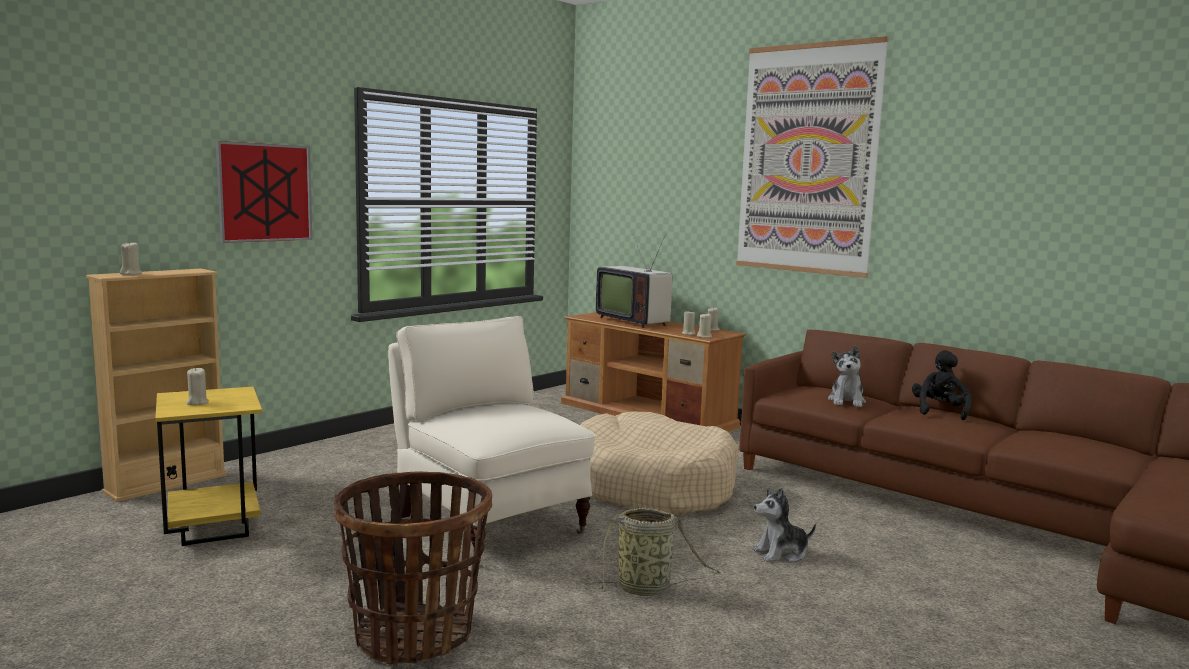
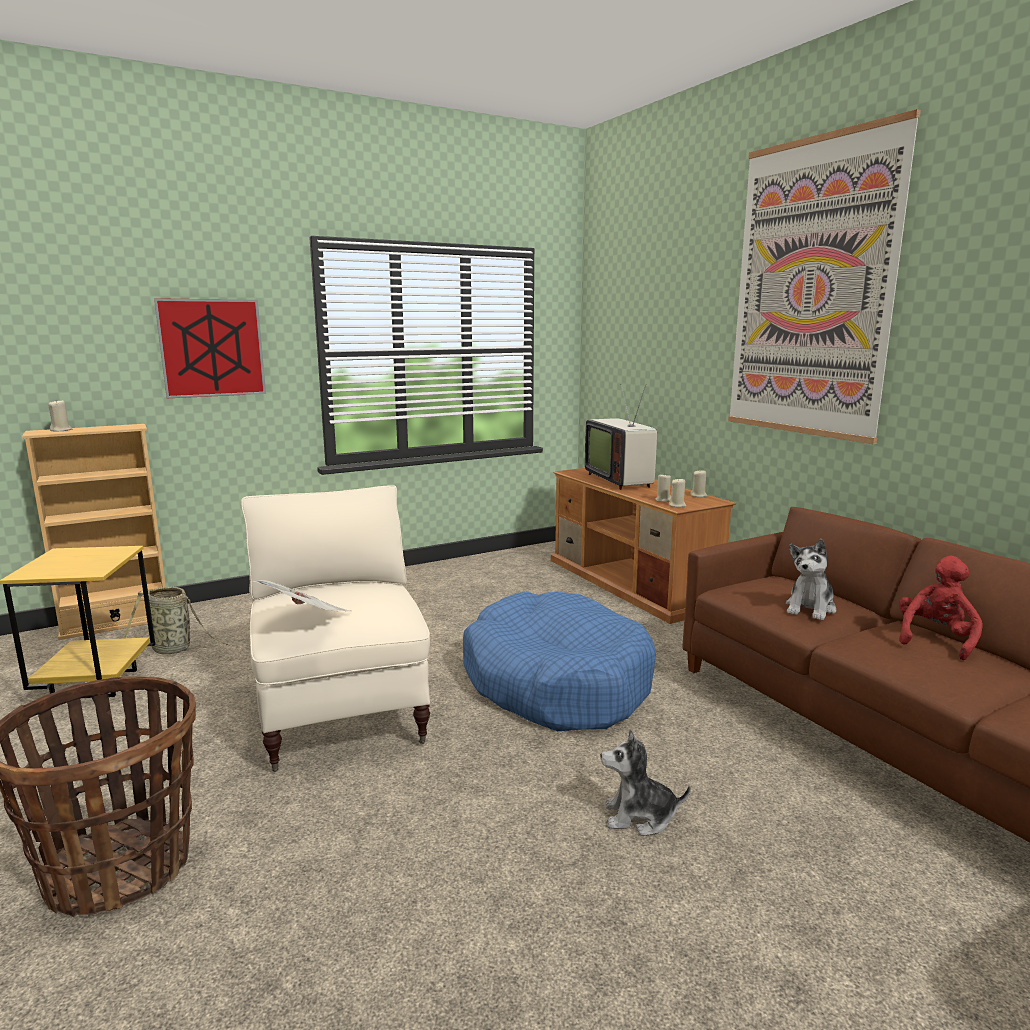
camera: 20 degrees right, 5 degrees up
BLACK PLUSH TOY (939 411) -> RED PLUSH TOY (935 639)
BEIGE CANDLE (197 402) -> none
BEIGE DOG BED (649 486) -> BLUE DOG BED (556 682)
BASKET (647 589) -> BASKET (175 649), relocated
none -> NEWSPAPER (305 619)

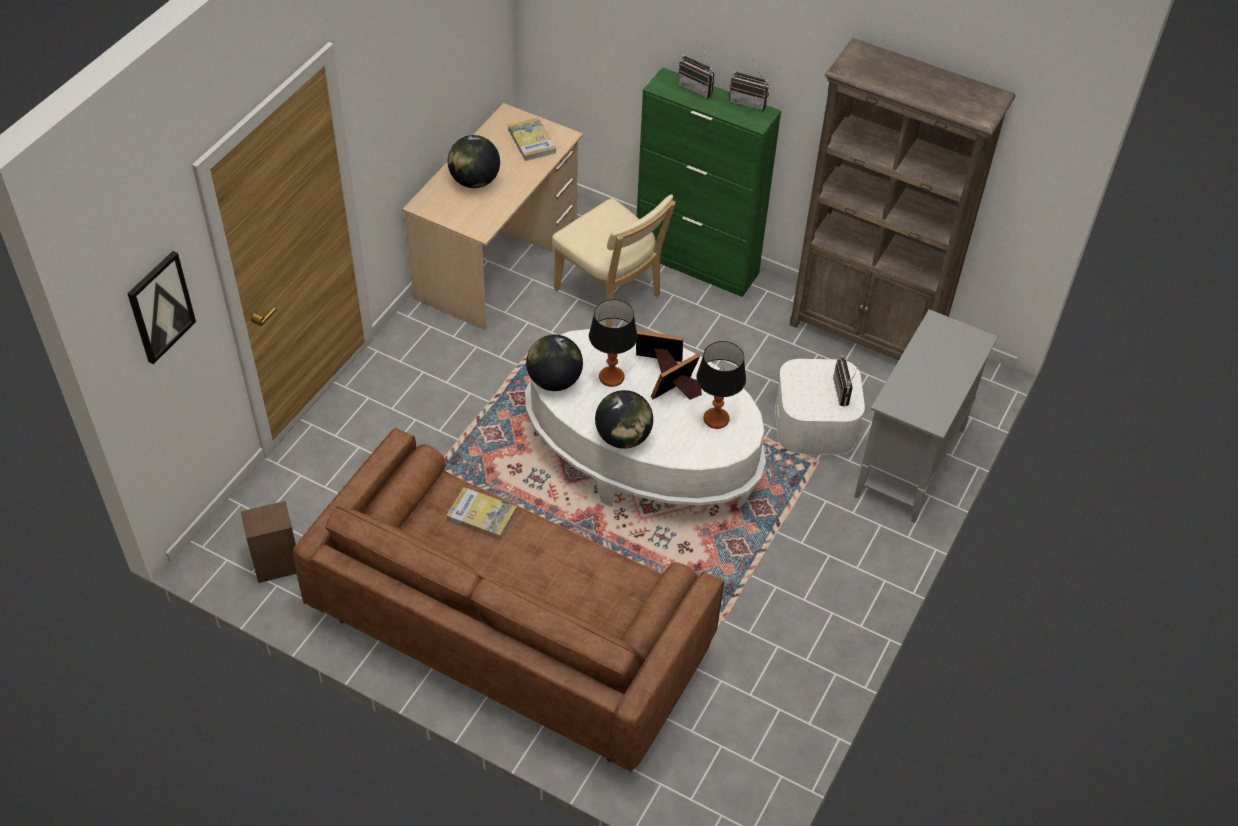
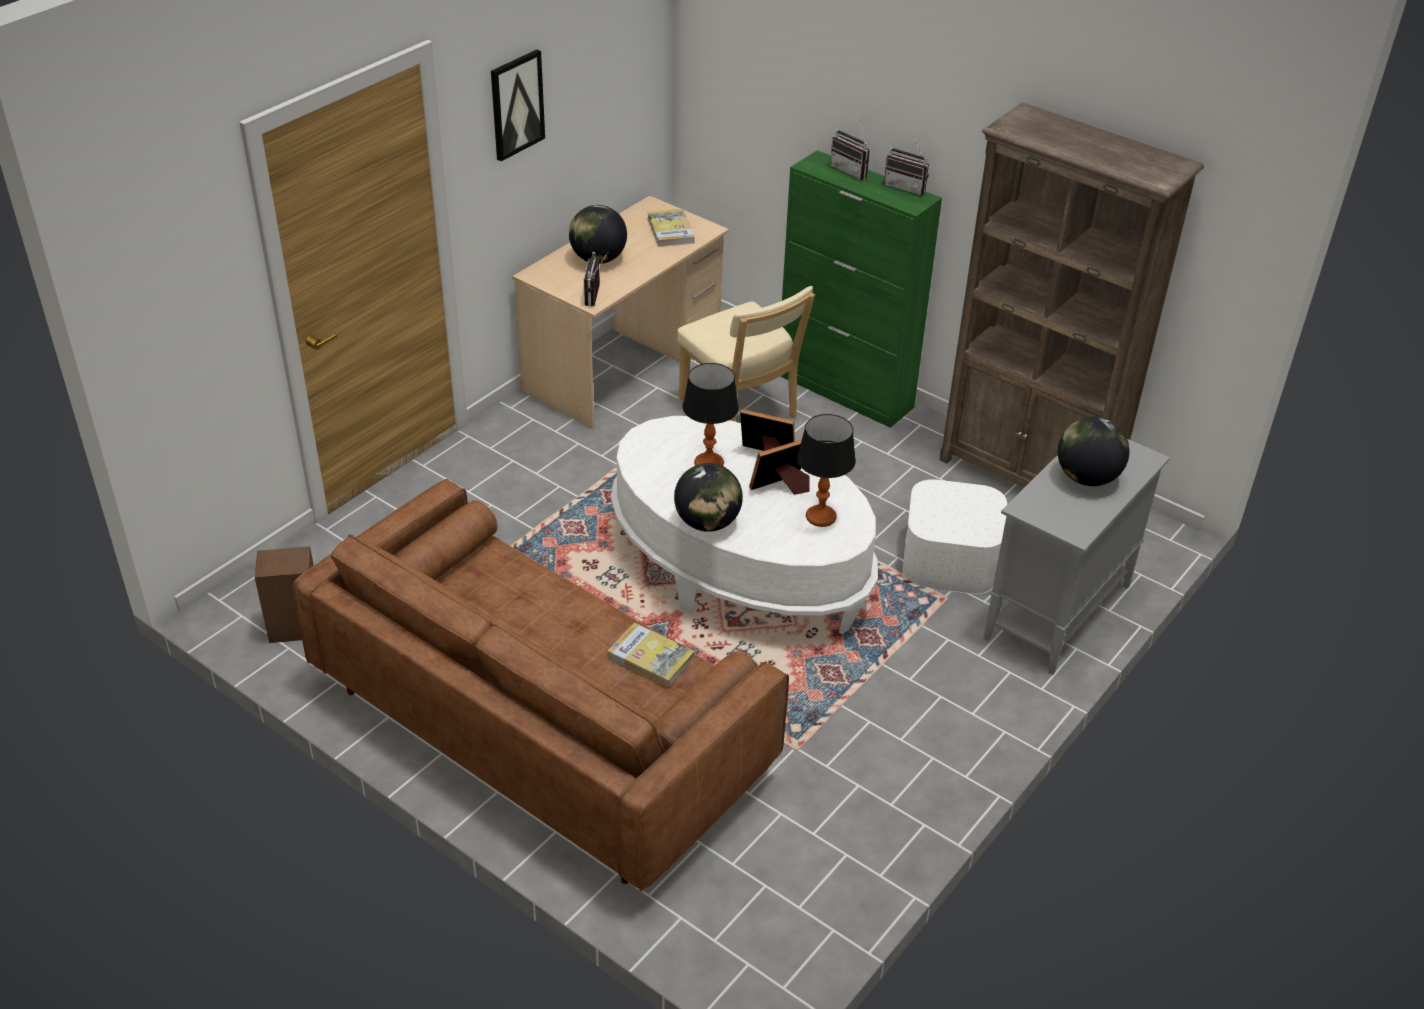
camera: 10 degrees right, 10 degrees down
PICTURE (160 307) -> PICTURE (516 104), relocated
GLOBE (554 381) -> GLOBE (1087 478), relocated
RADIO (845 392) -> RADIO (597 296), relocated
BOOK (481 515) -> BOOK (651 658), relocated

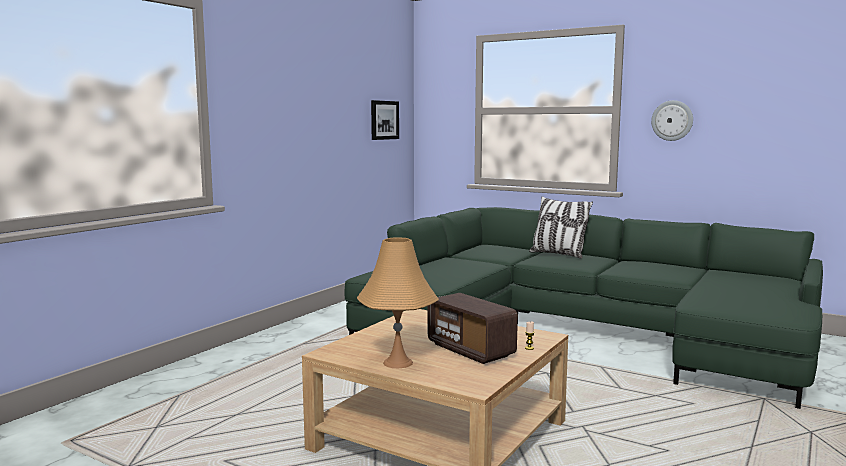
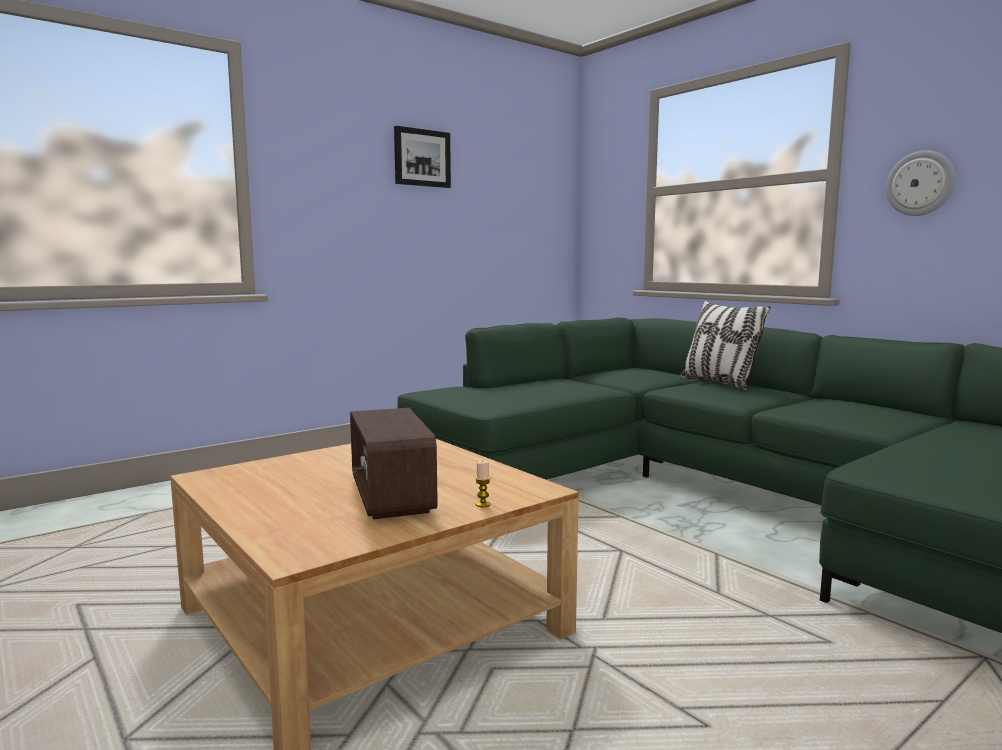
camera: 20 degrees right, 0 degrees up
PICTURE (384 120) -> PICTURE (422 158), relocated
ORANGE TABLE LAMP (397 362) -> none

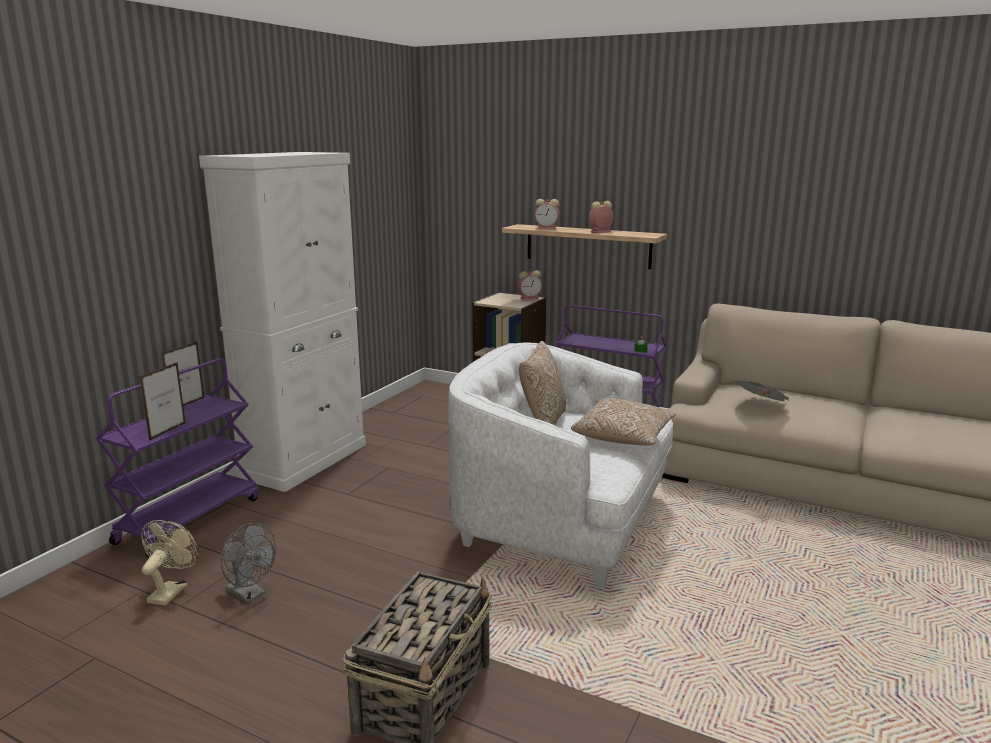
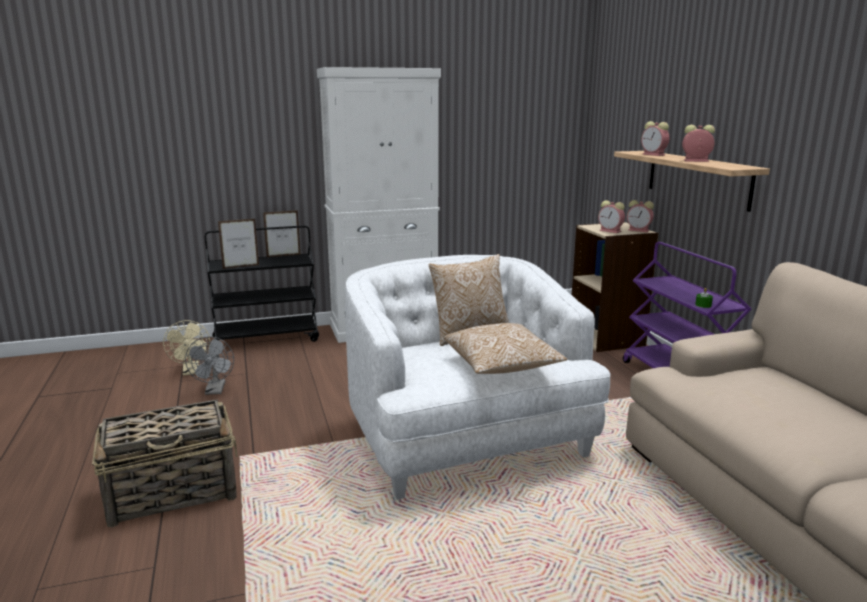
camera: 45 degrees right, 0 degrees up
PURPLE CART (189 519) -> BLACK CART (267 339)
NEWSPAPER (762 405) -> none
BEIGE FAN (171 591) -> BEIGE FAN (191 372), 105 degrees clockwise
none -> ALARM CLOCK (611 231)

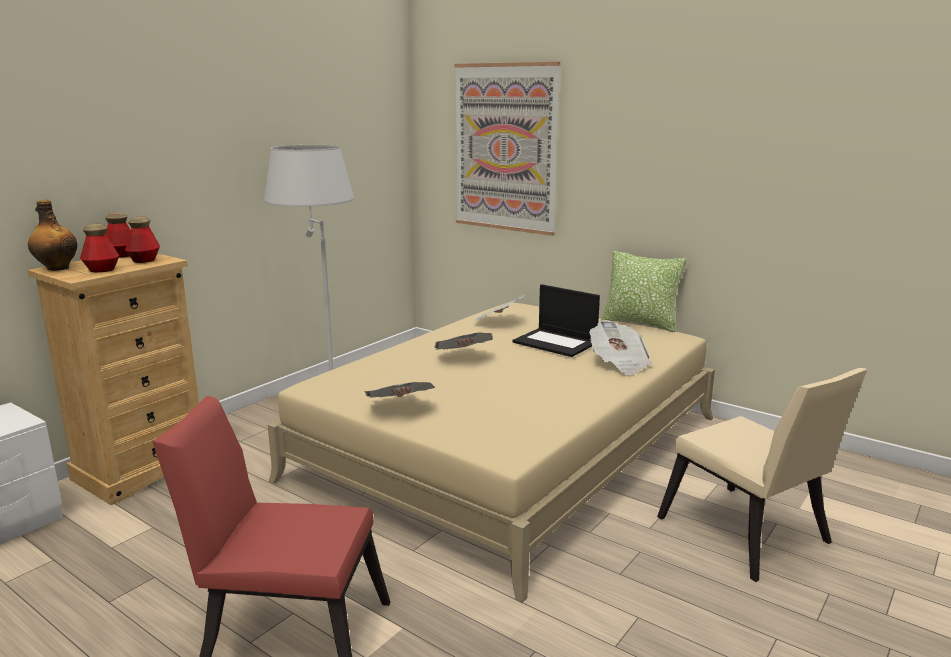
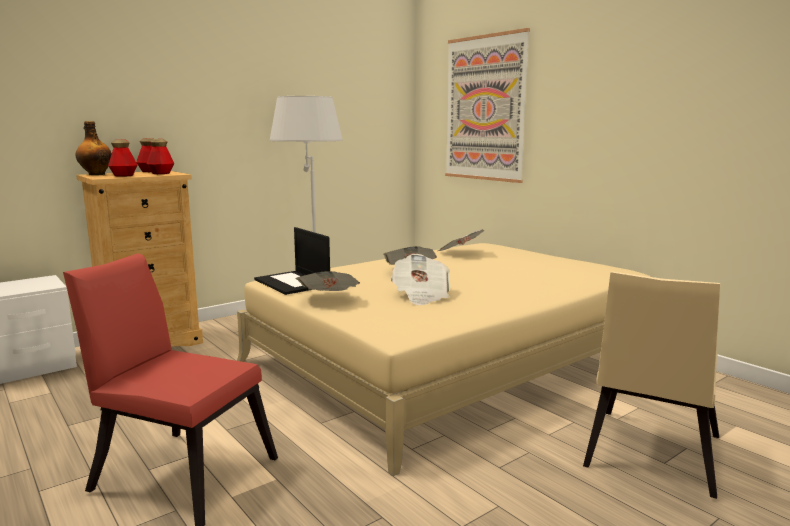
camera: 15 degrees right, 5 degrees down
PILLOW (640 323) -> none
LAPTOP (556 343) -> LAPTOP (293 283), relocated
NEWSPAPER (619 364) -> NEWSPAPER (421 296), relocated
BEIGE CHAIR (748 536) -> BEIGE CHAIR (649 455), 45 degrees clockwise

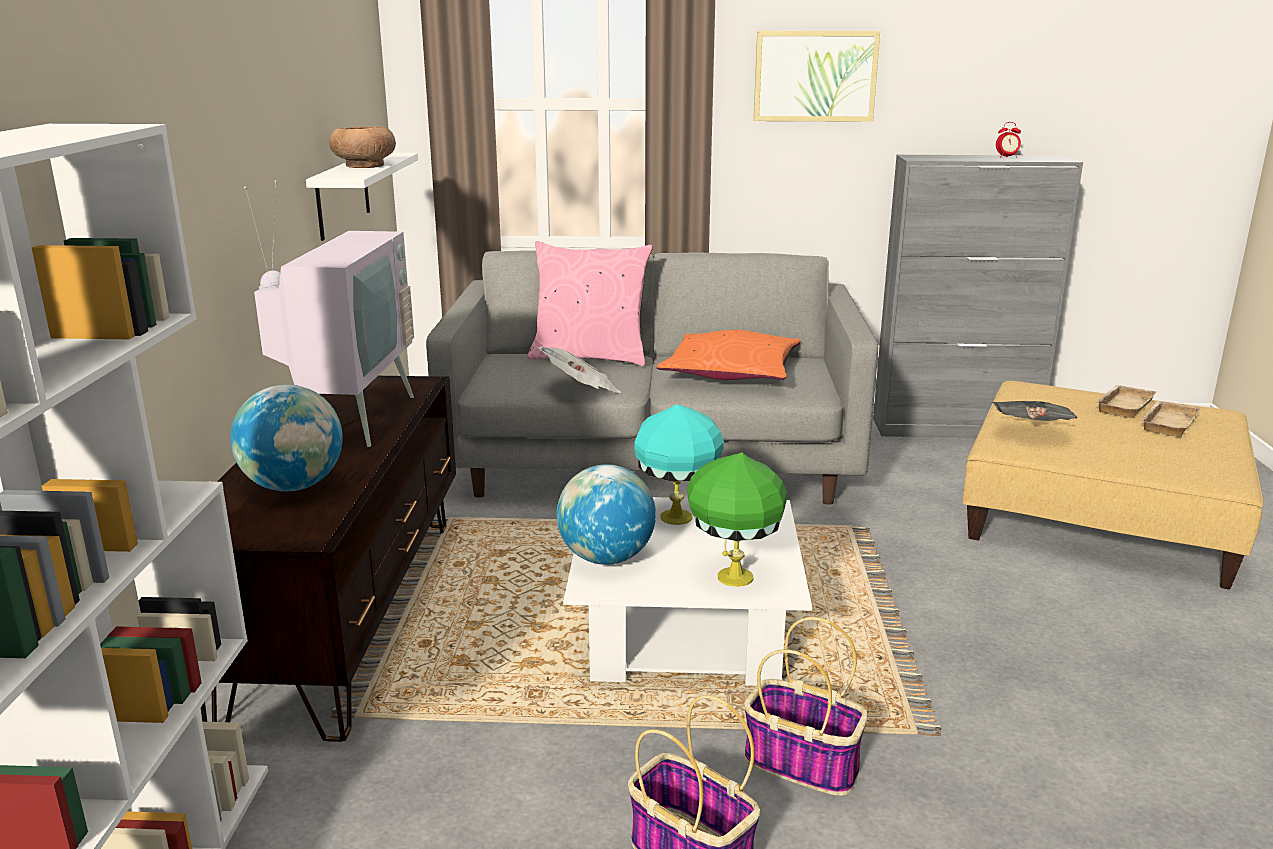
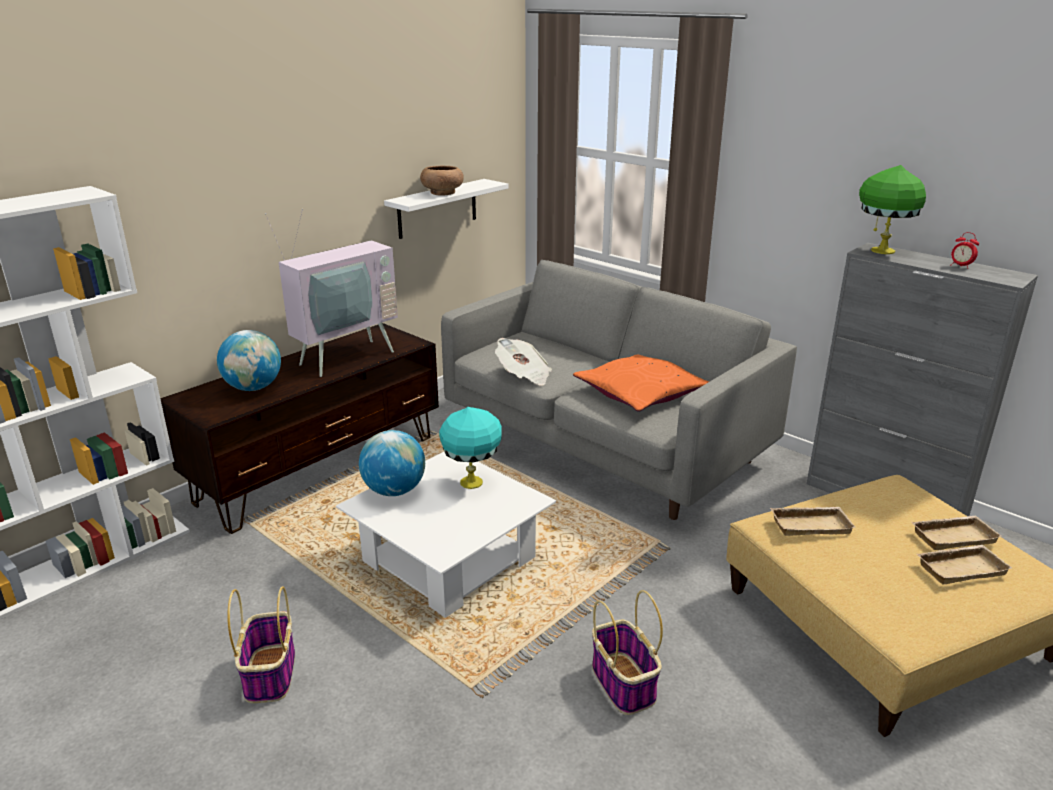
camera: 40 degrees right, 5 degrees up
PICTURE (815 76) -> none
PINK PILLOW (590 357) -> none
NEWSPAPER (1031 432) -> BEIGE TRAY (810 524)
GREEN TABLE LAMP (733 577) -> GREEN TABLE LAMP (881 250), relocated
BASKET (804 763) -> BASKET (624 684), relocated

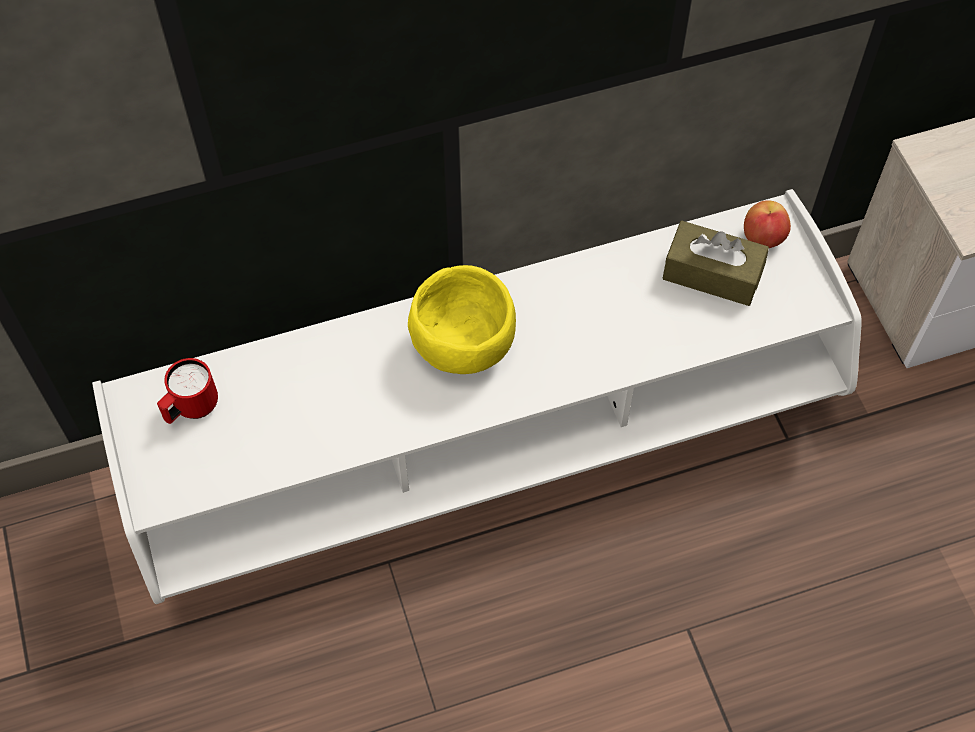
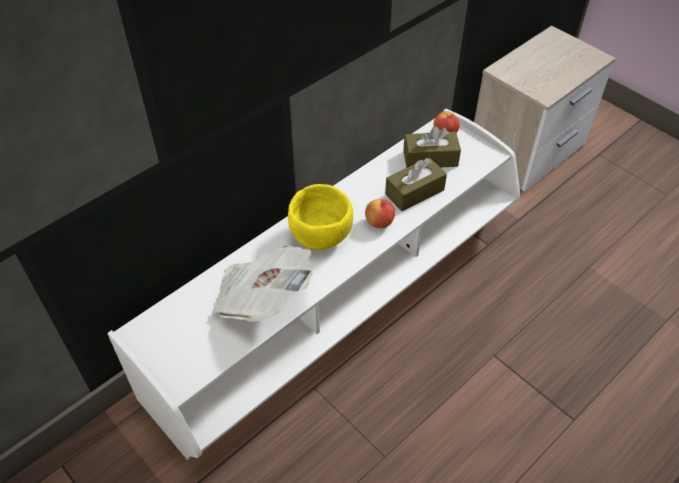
camera: 25 degrees left, 10 degrees down
RED MUG (191 409) -> none
none -> BROWN TISSUE BOX (414 192)
none -> APPLE (379 222)
none -> NEWSPAPER (262 298)

